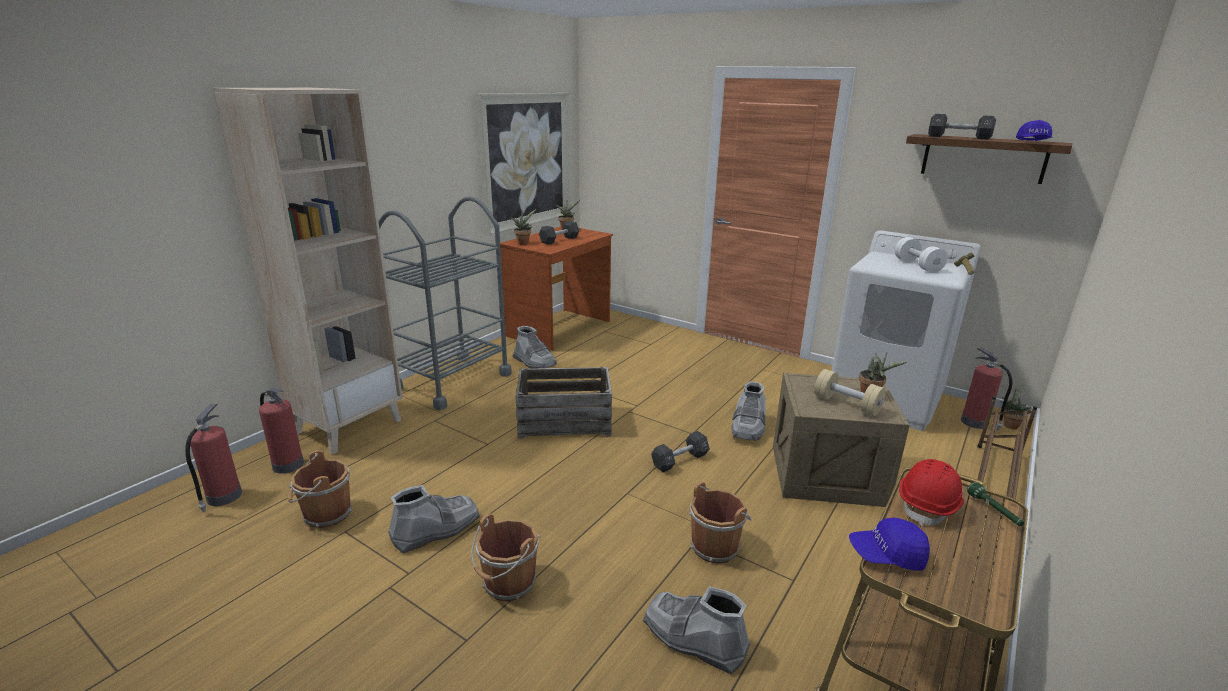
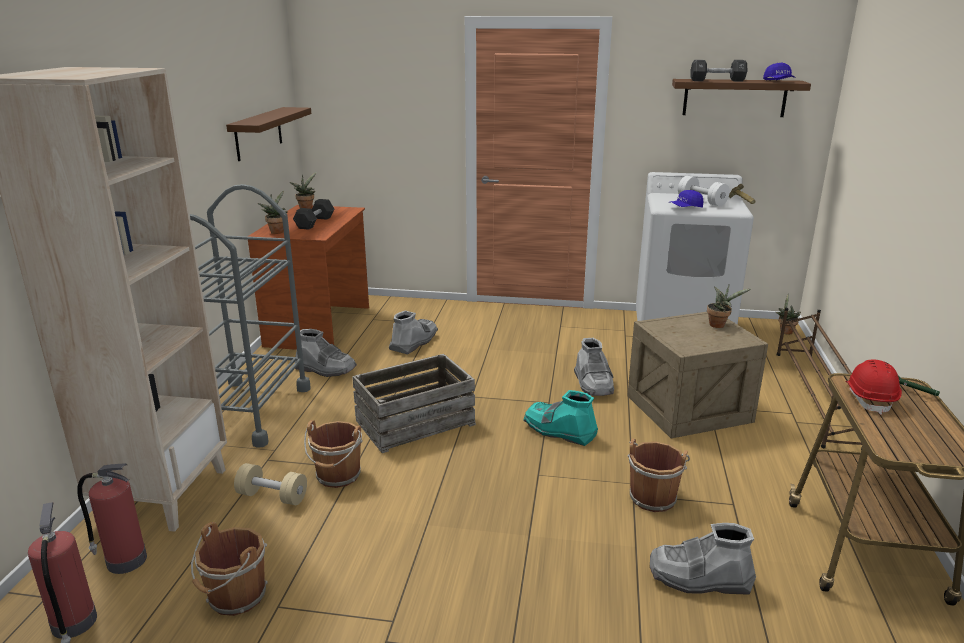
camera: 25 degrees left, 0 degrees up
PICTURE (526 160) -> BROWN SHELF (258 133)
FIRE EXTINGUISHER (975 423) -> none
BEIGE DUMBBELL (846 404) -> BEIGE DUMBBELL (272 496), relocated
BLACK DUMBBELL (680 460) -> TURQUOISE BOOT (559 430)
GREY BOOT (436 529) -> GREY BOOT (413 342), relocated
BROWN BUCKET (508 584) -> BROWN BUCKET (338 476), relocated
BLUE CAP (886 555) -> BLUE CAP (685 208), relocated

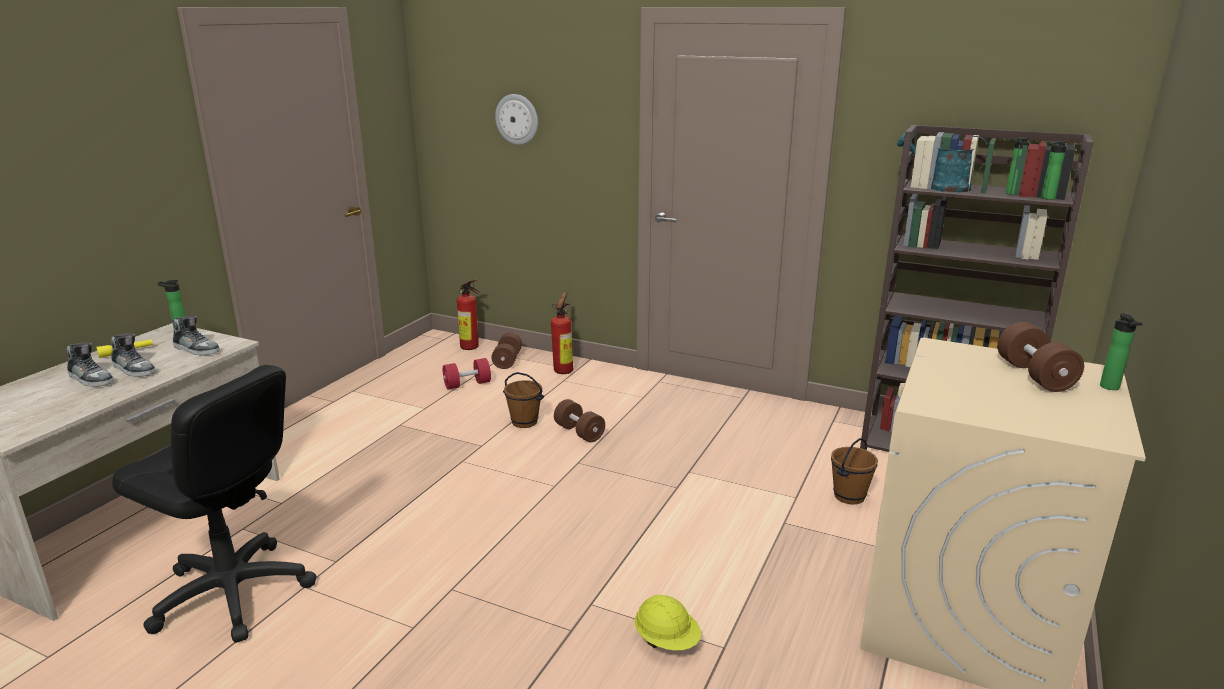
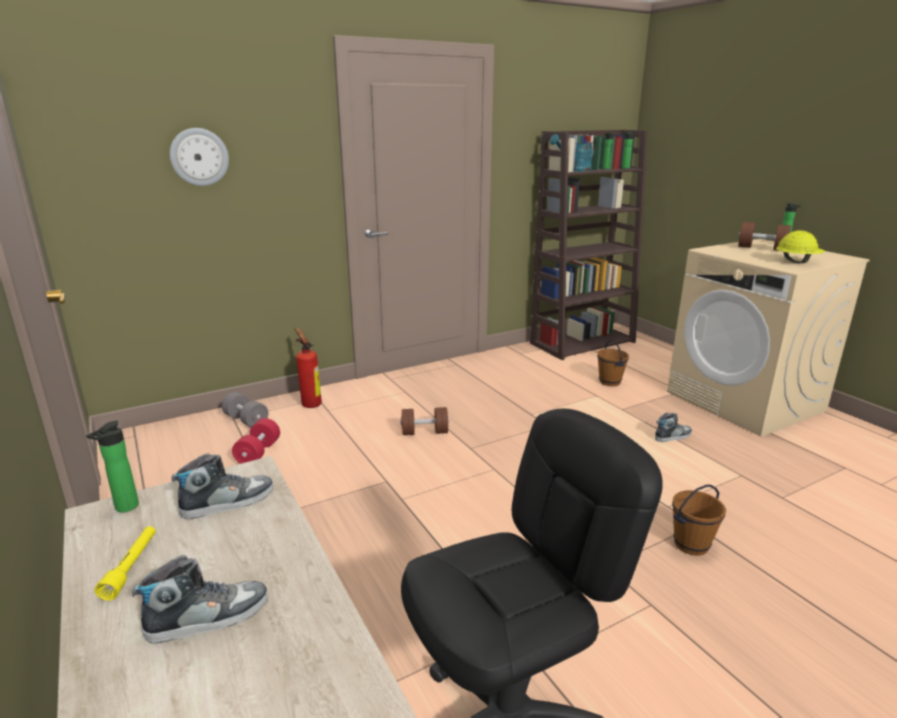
camera: 55 degrees left, 0 degrees up
FIRE EXTINGUISHER (471 348) -> none
BROWN DUMBBELL (507 361) -> GREY DUMBBELL (246 420)
SHOE (134 369) -> SHOE (672 436), relocated
BROWN BUCKET (525 422) -> BROWN BUCKET (690 544), relocated
YELLOW HARD HAT (667 641) -> YELLOW HARD HAT (797 262), relocated

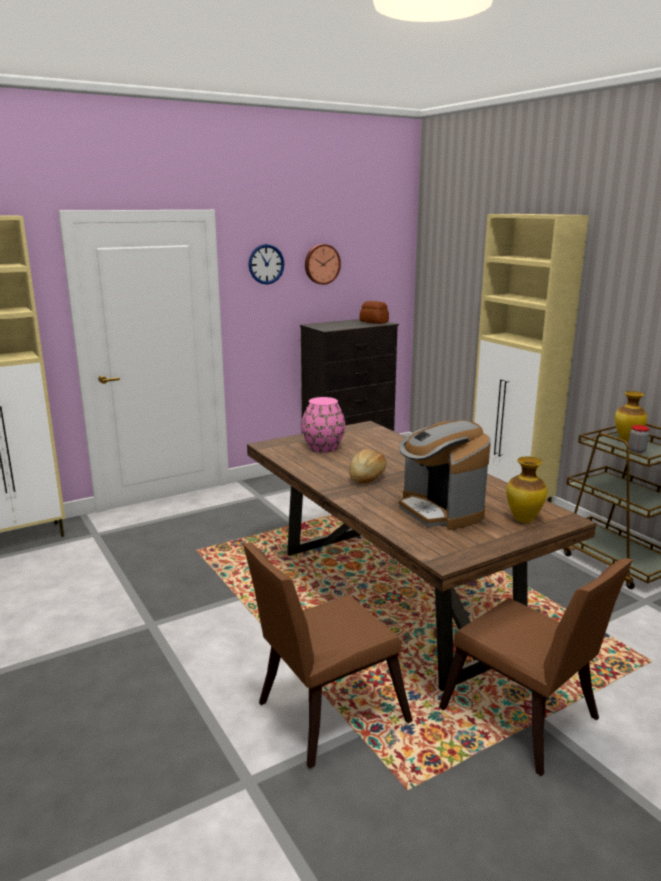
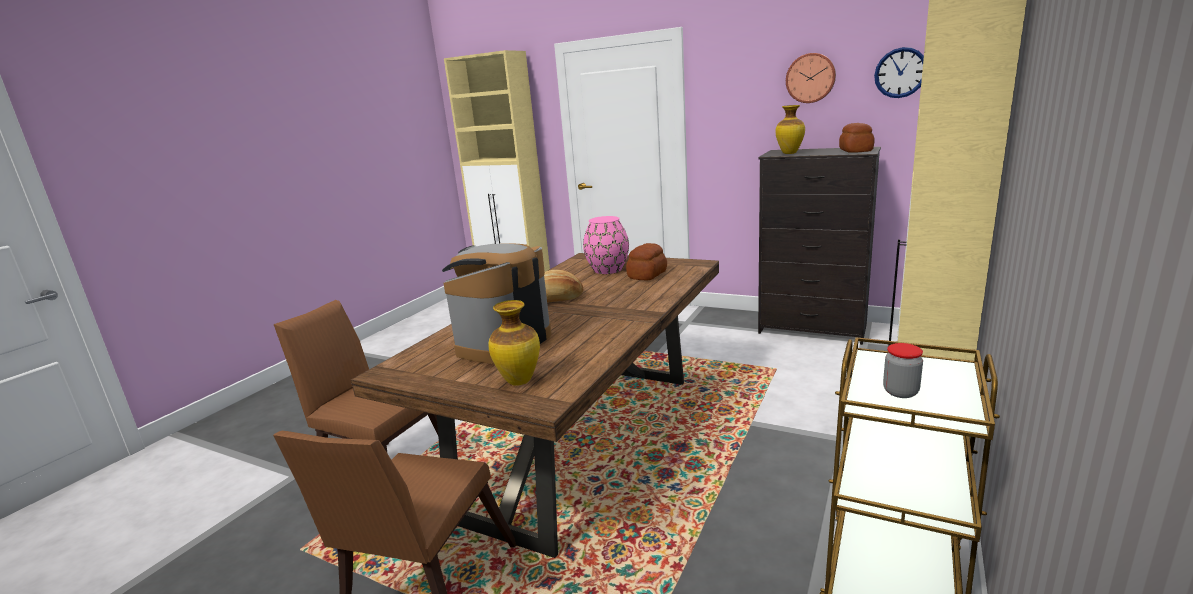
camera: 60 degrees right, 0 degrees up
WALL CLOCK (266 264) -> WALL CLOCK (900 73), relocated
VASE (626 439) -> VASE (789 153), relocated
none -> BREAD (648 275)

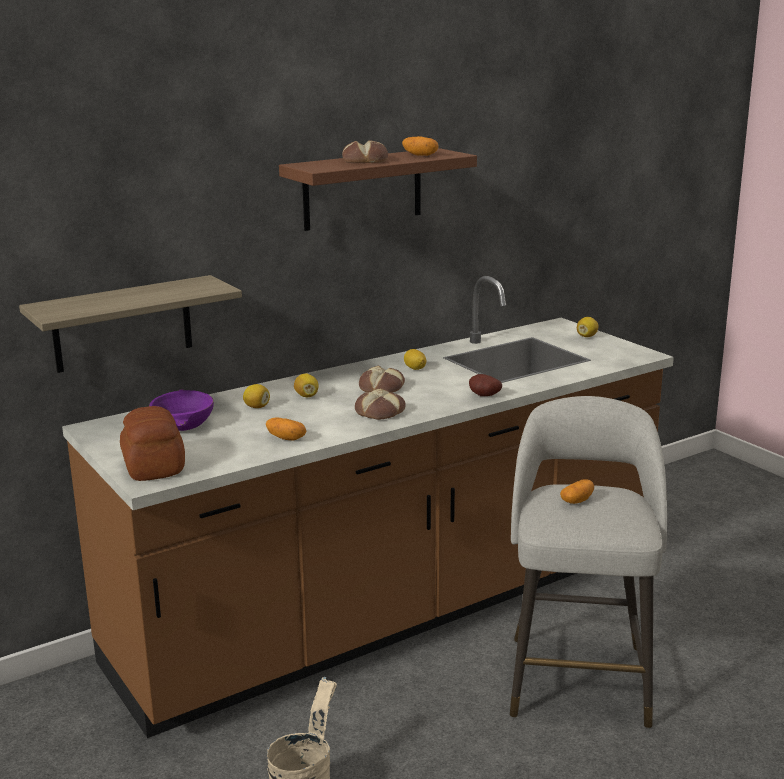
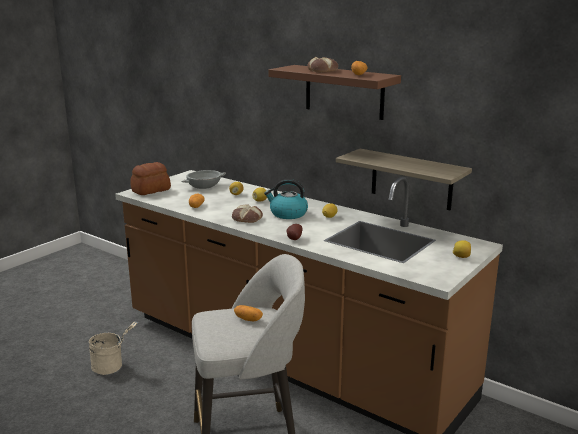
camera: 70 degrees right, 0 degrees up
SHELF (122 324) -> SHELF (411 179), relocated
BREAD (382 387) -> KETTLE (287 214)
PURPLE BOWL (183 424) -> GREY BOWL (204 186)

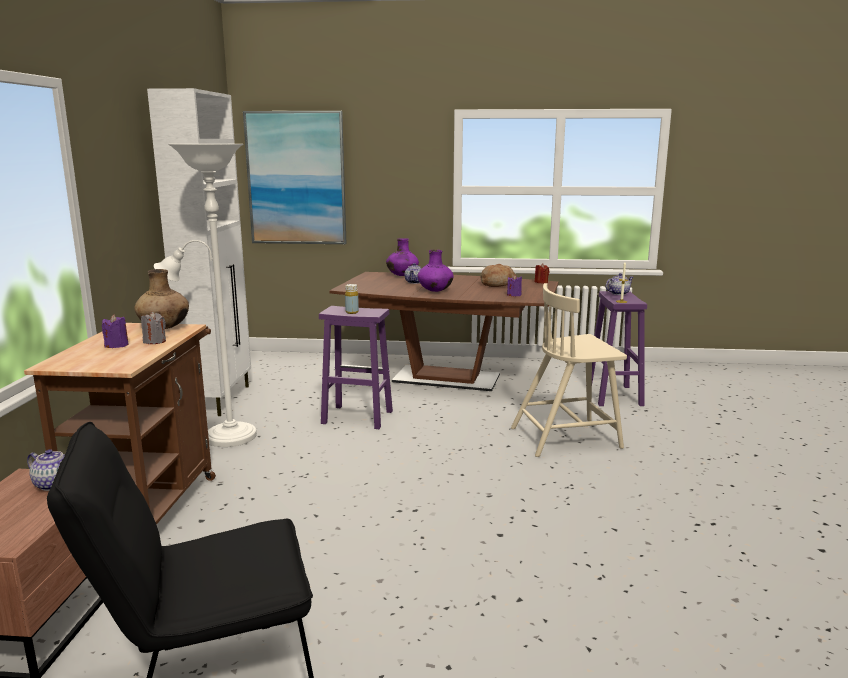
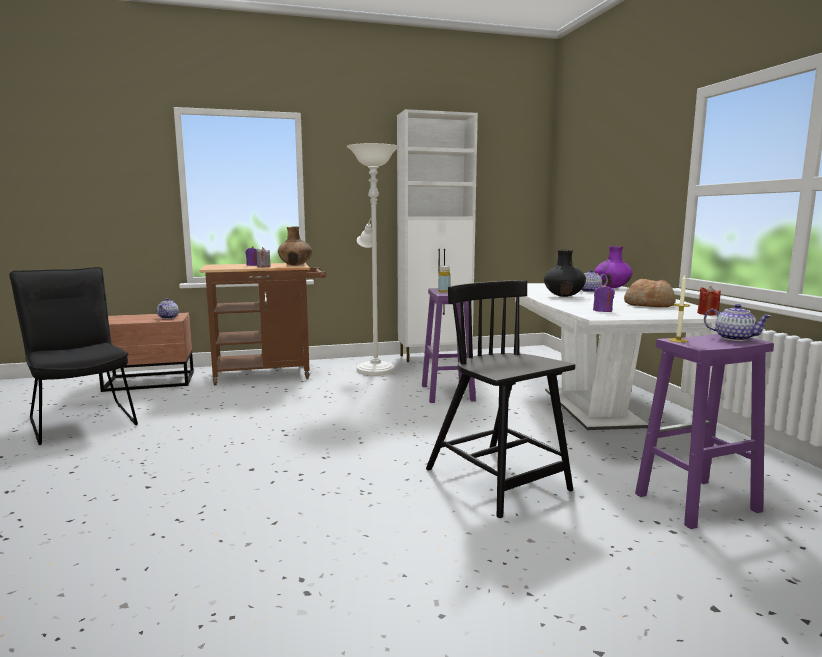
camera: 70 degrees right, 5 degrees down
PICTURE (296 178) -> none
PURPLE VASE (435 291) -> BLACK VASE (564 296)
BROWN DINING TABLE (446 379) -> WHITE DINING TABLE (592 408)
BEIGE CHAIR (567 437) -> BLACK CHAIR (498 481)

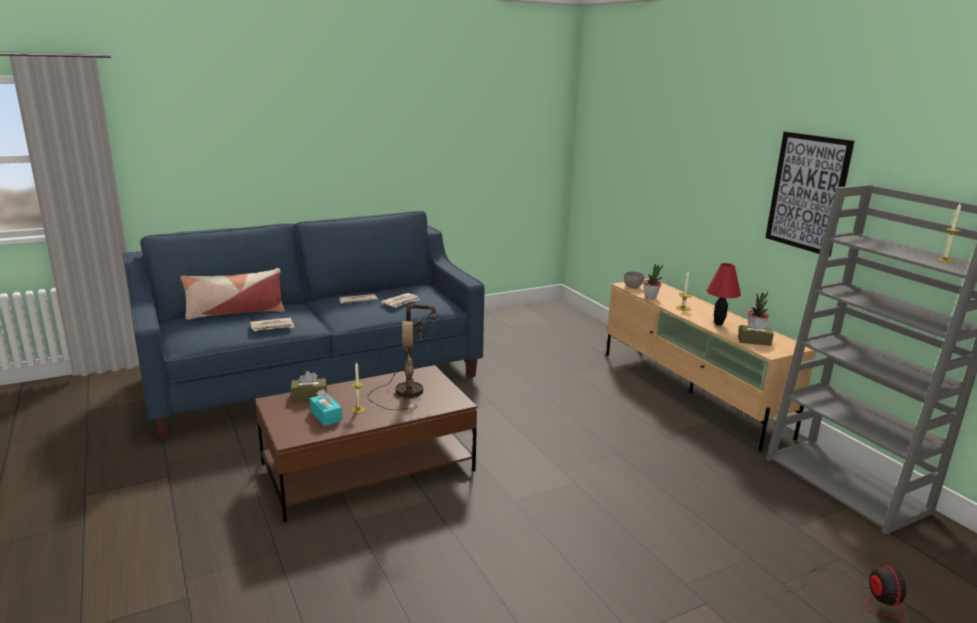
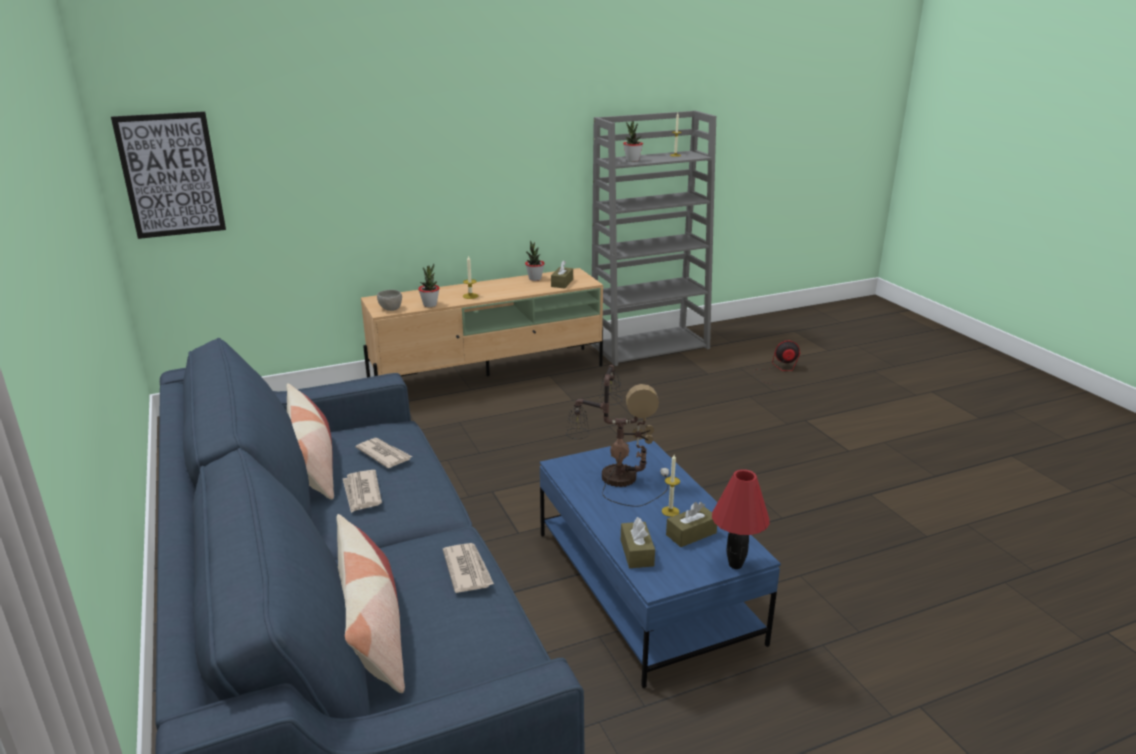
camera: 85 degrees left, 5 degrees up
PICTURE (807 192) -> PICTURE (171 175), relocated
RED TABLE LAMP (718 324) -> RED TABLE LAMP (736 565), relocated
BROWN COFFEE TABLE (368 467) -> BLUE COFFEE TABLE (644 586)
TURQUOISE TISSUE BOX (326 416) -> BROWN TISSUE BOX (691 534)
none -> POTTED PLANT (632 160)
none -> PILLOW (313 466)

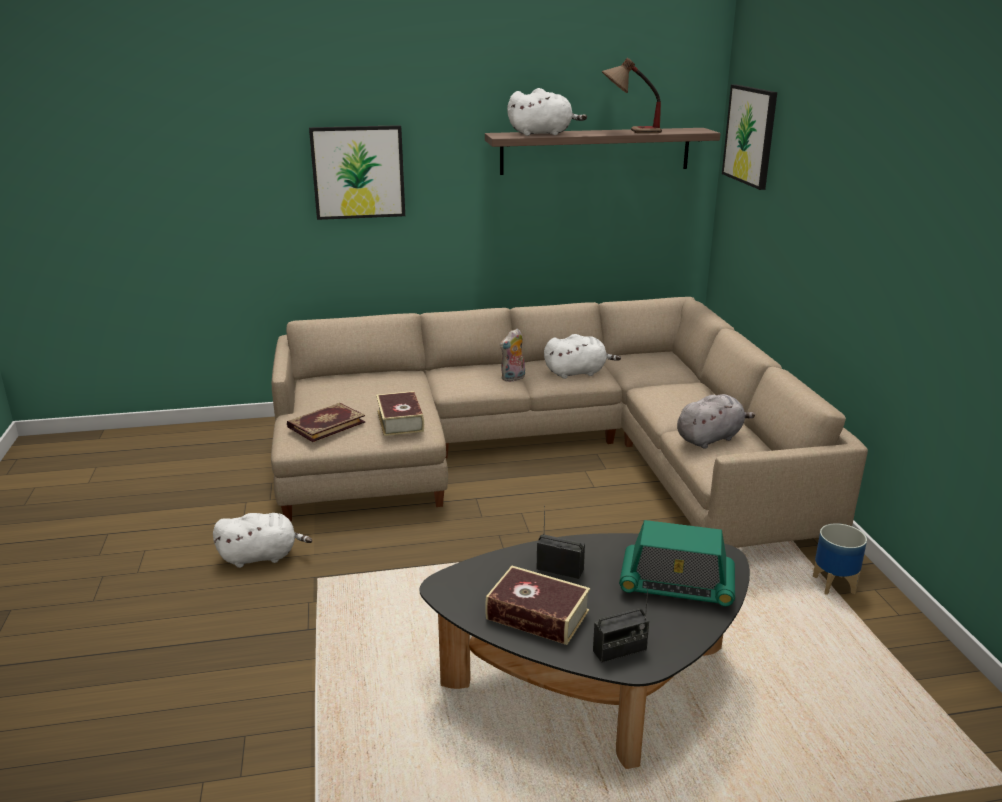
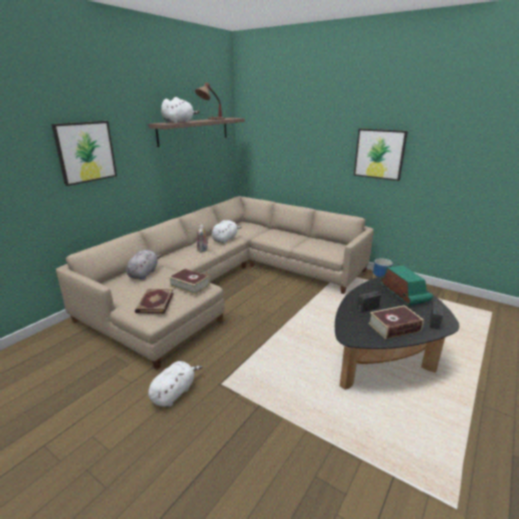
camera: 45 degrees left, 0 degrees up
PICTURE (750 135) -> PICTURE (379 154), relocated
GREY PLUSH TOY (710 438) -> GREY PLUSH TOY (144 273), relocated
RADIO (676 585) -> RADIO (403 293), 75 degrees counterclockwise

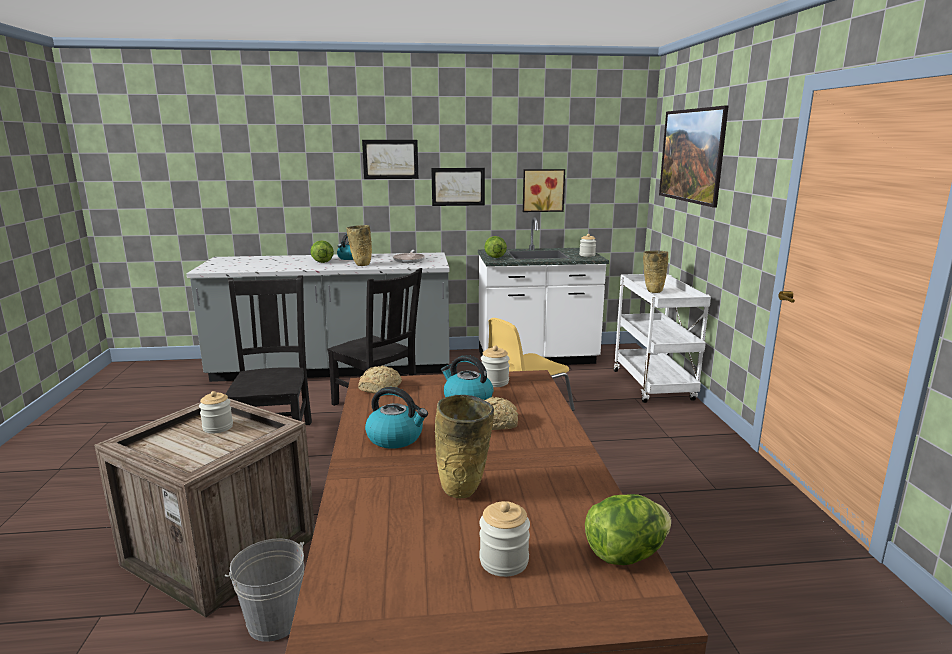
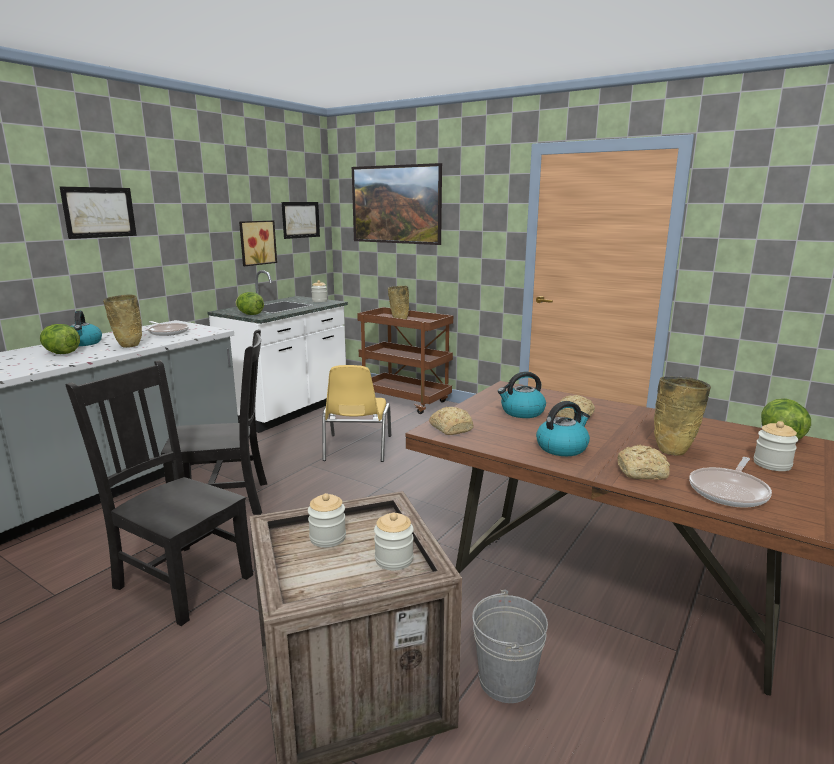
camera: 50 degrees left, 0 degrees up
PICTURE (458 186) -> PICTURE (300 219), relocated
WHITE CART (654 386) -> BROWN CART (406 401)
JAR (494 382) -> JAR (394 559), relocated
none -> BREAD (643 472)
none -> FRYING PAN (729 491)

